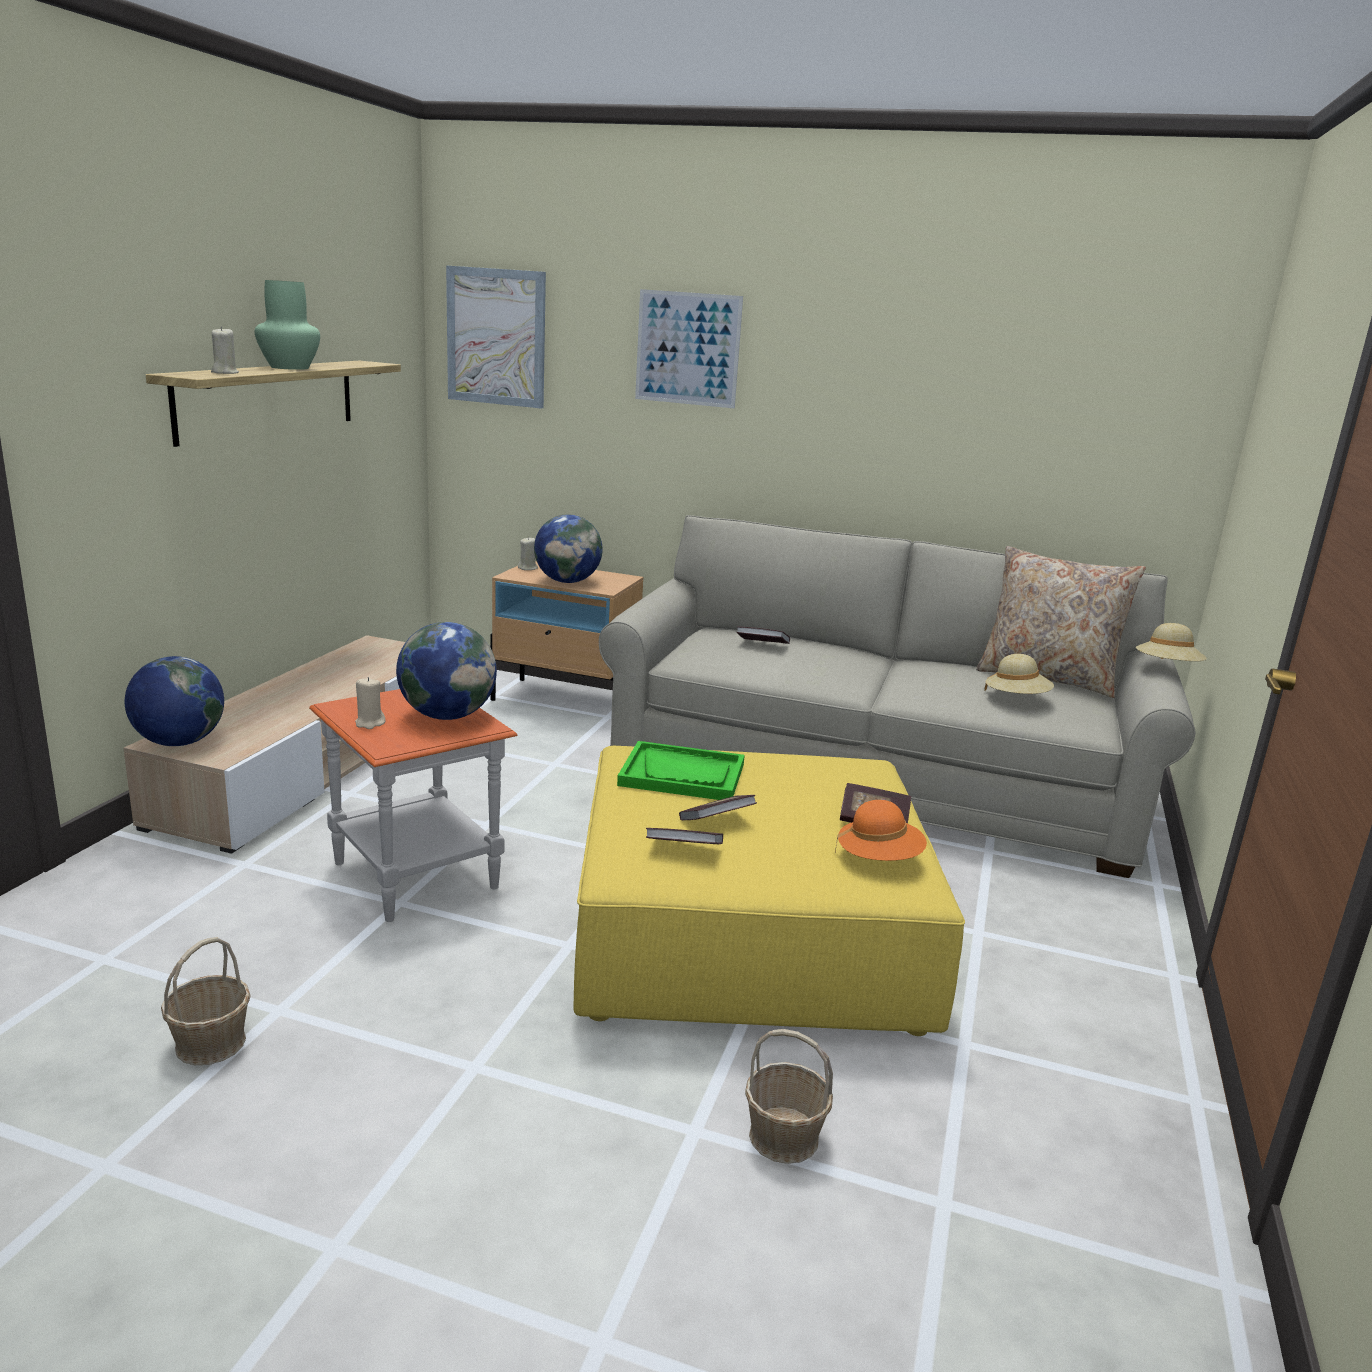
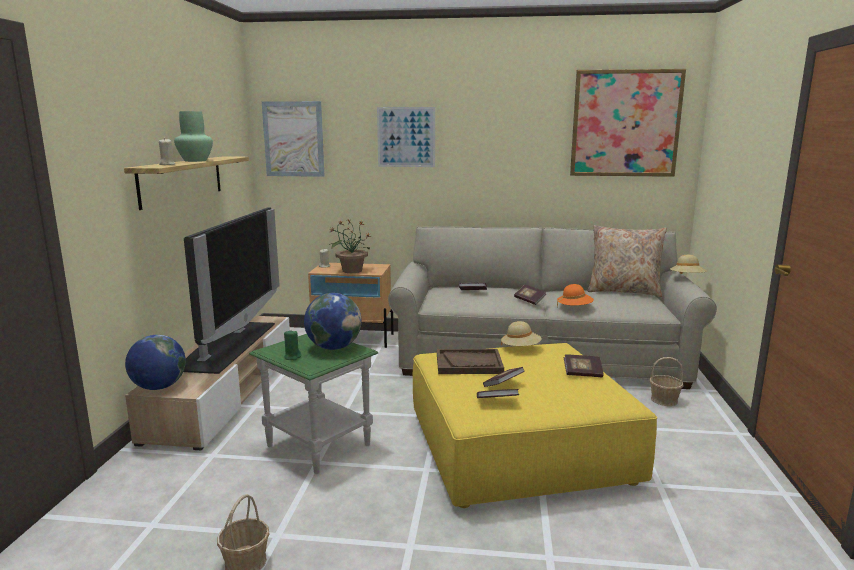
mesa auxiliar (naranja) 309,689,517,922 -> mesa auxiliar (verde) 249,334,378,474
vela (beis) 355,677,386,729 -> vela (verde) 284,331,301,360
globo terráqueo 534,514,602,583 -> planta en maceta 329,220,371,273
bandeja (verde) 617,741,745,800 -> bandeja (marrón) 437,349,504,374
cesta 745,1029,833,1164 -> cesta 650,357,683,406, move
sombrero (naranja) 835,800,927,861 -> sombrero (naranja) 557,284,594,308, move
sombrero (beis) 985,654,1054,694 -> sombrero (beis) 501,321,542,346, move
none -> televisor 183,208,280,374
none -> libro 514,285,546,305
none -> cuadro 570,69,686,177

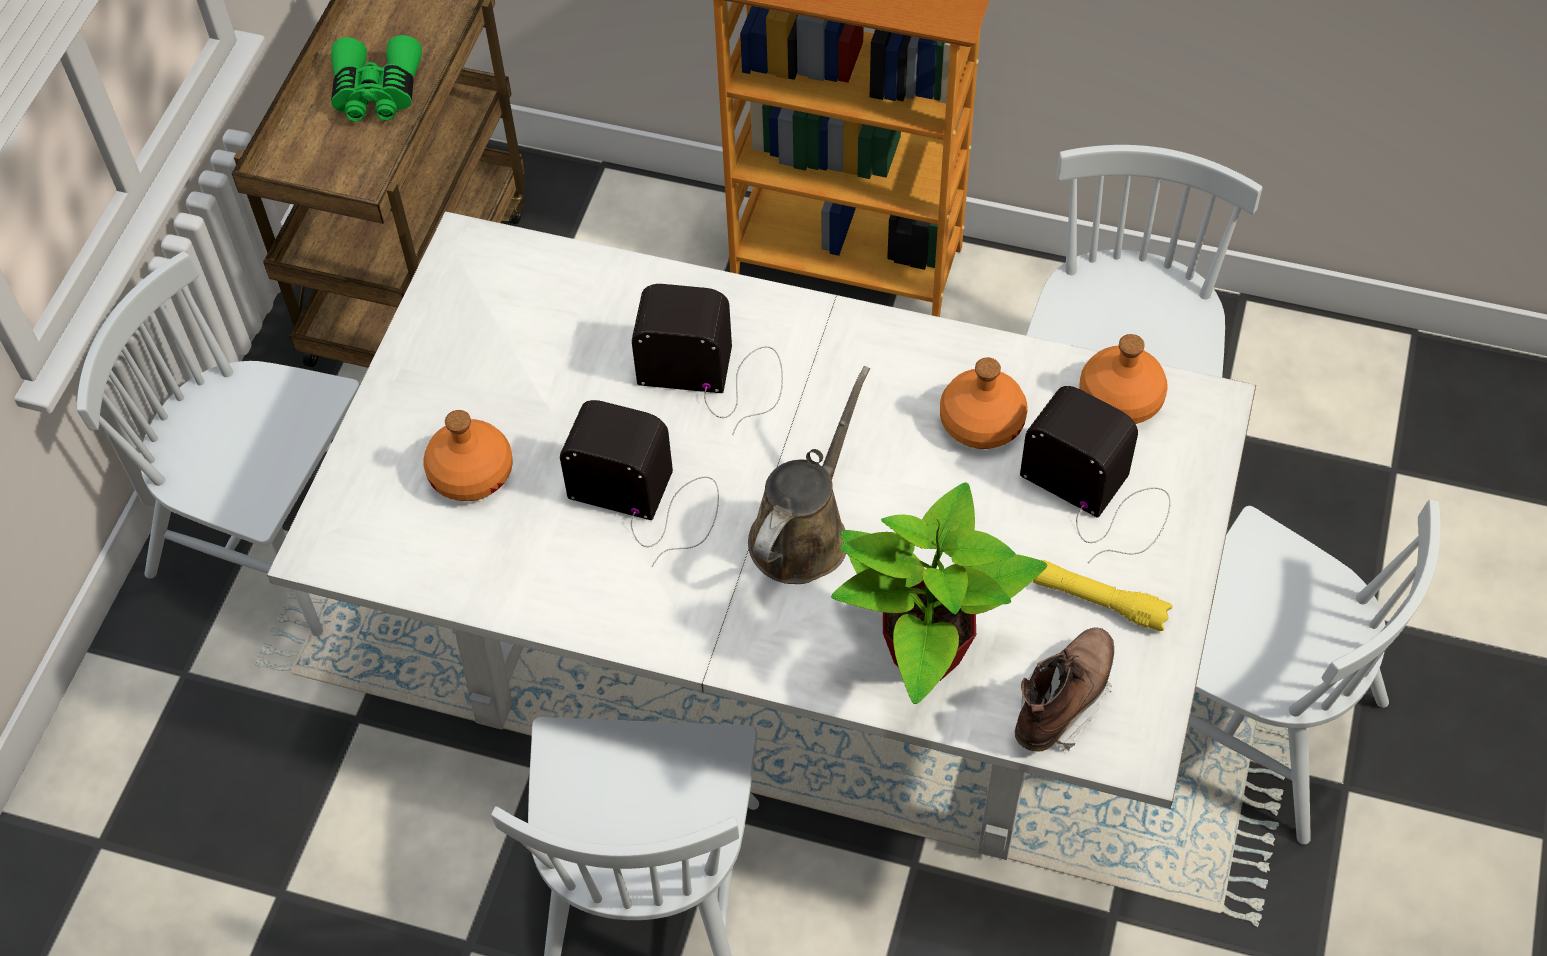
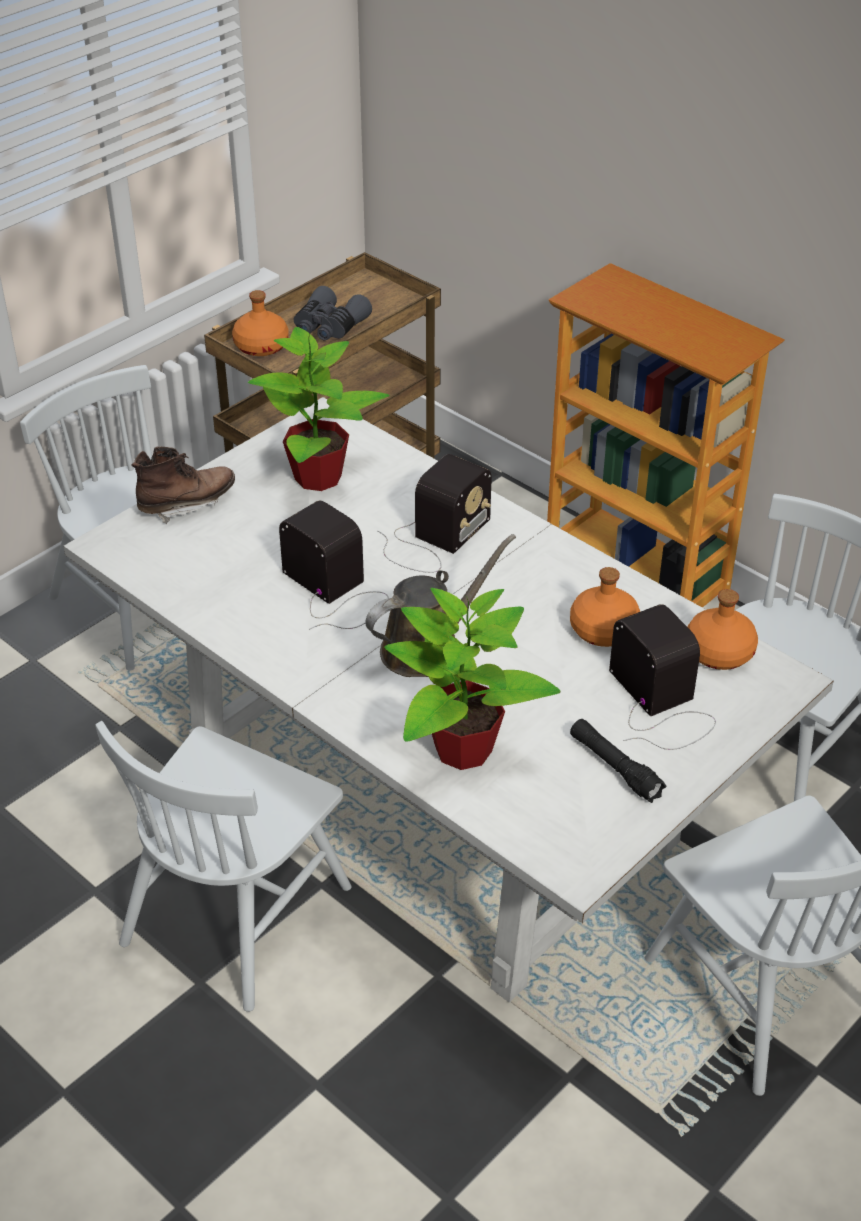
prismáticos (verde) 331,35,422,122 -> prismáticos (gris) 294,286,372,340
botella (naranja) 423,410,513,501 -> botella (naranja) 232,290,289,356, move
radio 632,284,783,435 -> radio 377,454,492,573, 90 degrees clockwise
bota (marrón) 1015,627,1114,752 -> bota (marrón) 131,446,235,524, move
linterna (amarillo) 1033,560,1173,631 -> linterna (negro) 570,719,666,803
none -> planta en maceta 248,327,390,491

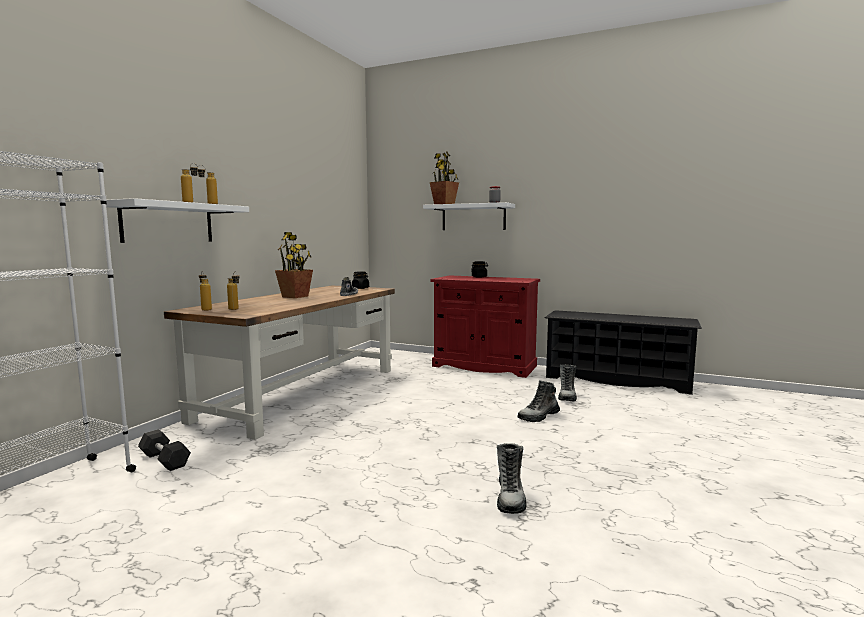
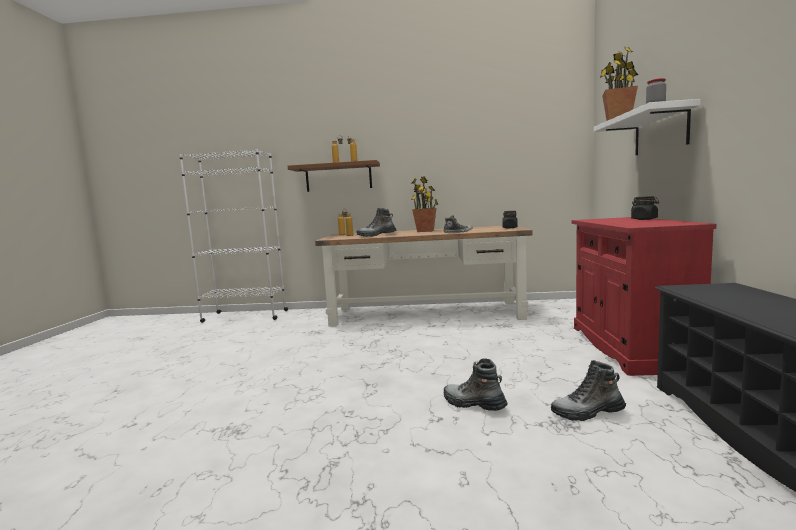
estante (blanco) 106,198,249,243 -> estante (marrón) 288,160,380,192
mancuerna (gris) 138,429,191,471 -> none
bota 497,443,527,514 -> bota 357,208,396,237, move

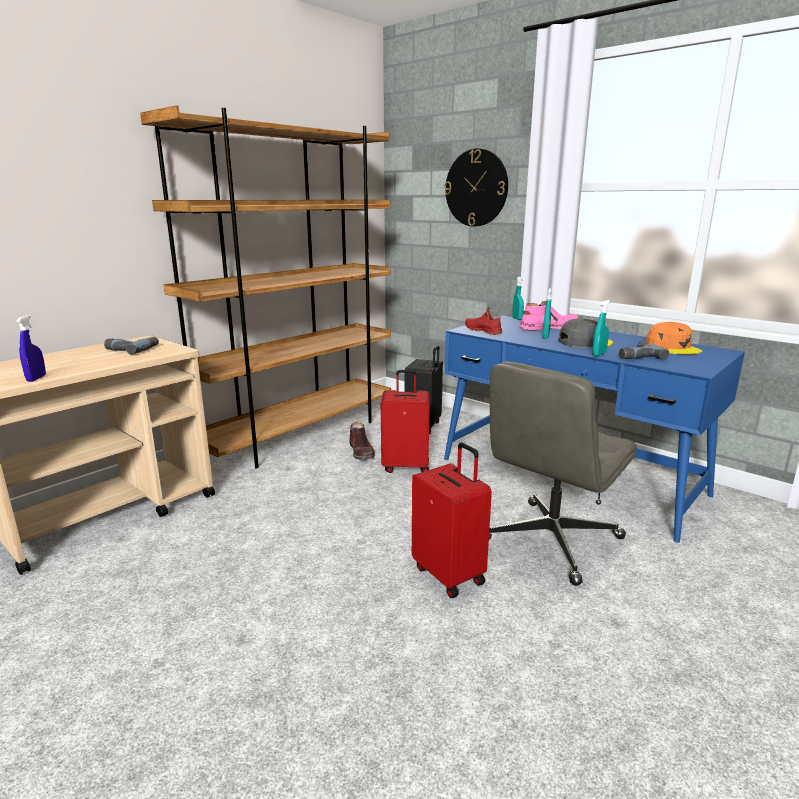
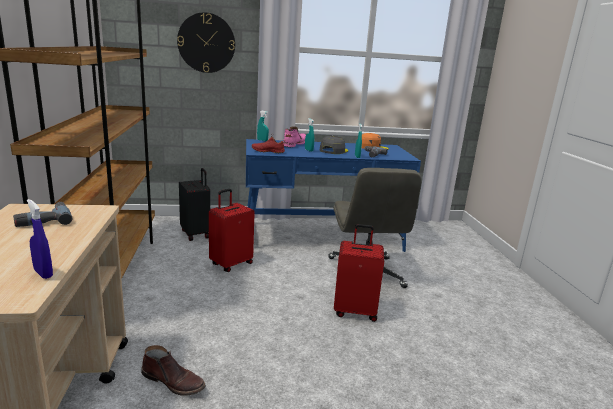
bota (marrón) 349,422,375,459 -> bota (marrón) 141,345,206,396, move

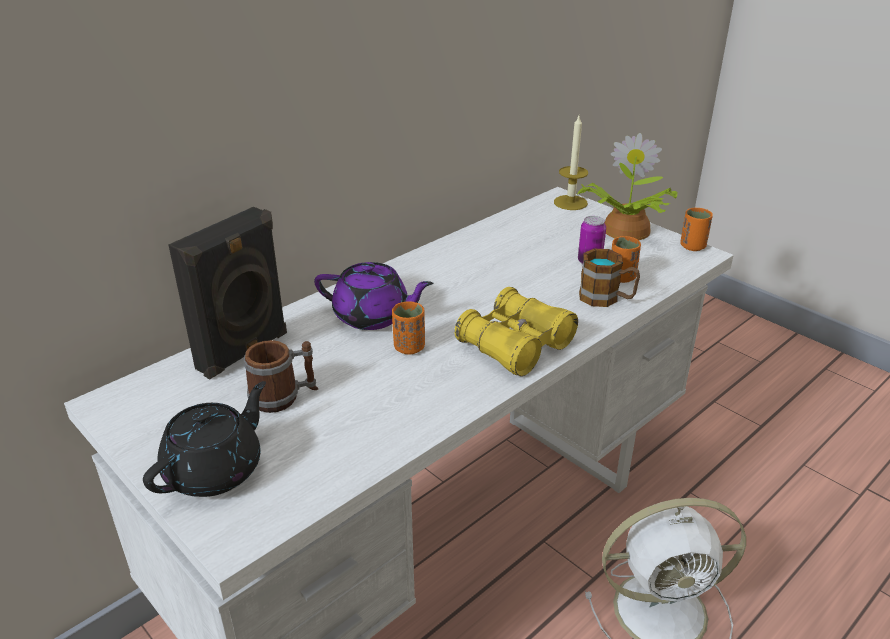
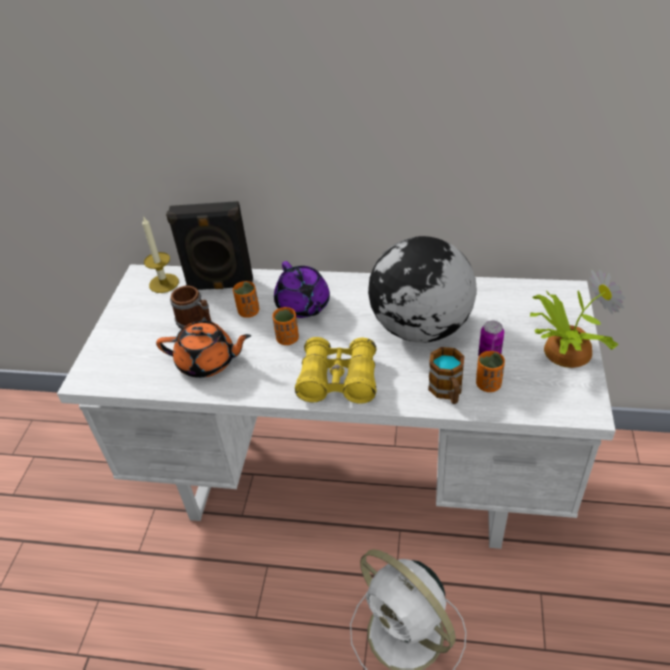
tetera (negro) 143,381,266,497 -> none
vela 554,116,588,210 -> vela 142,215,179,293, move
taza (naranja) 680,208,713,251 -> taza (naranja) 233,281,259,318, move
none -> tetera (naranja) 156,321,251,378
none -> globo terráqueo 368,236,477,343

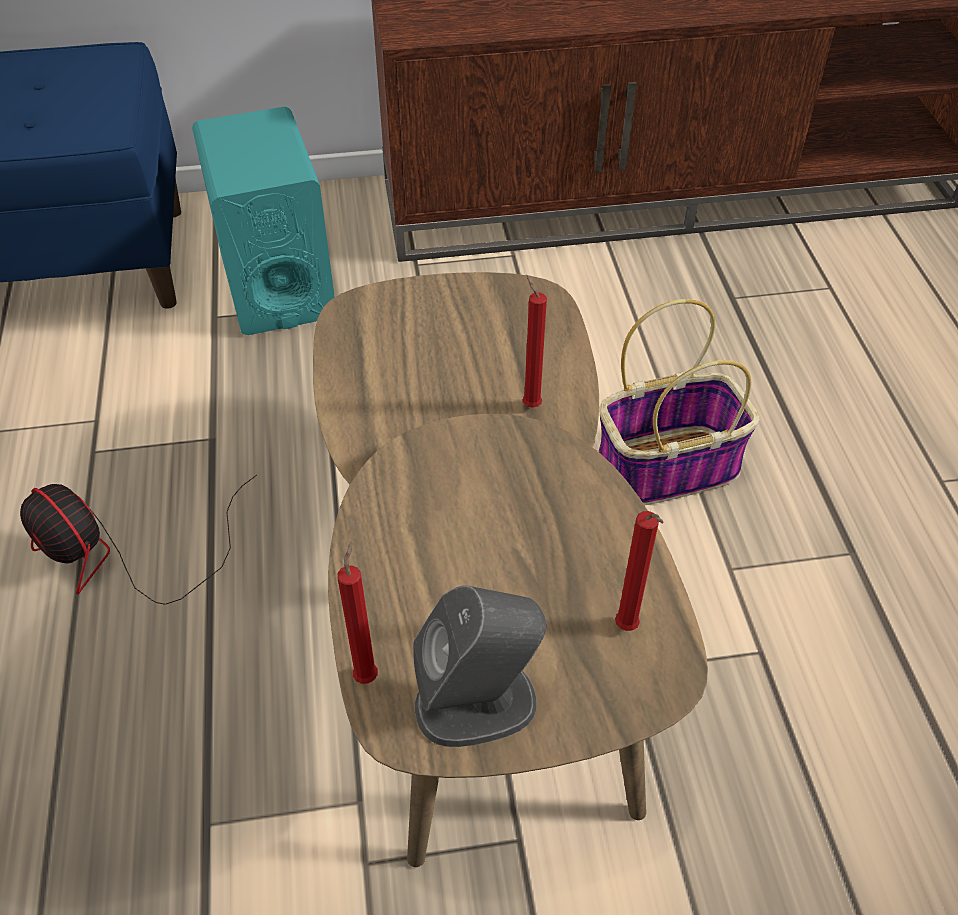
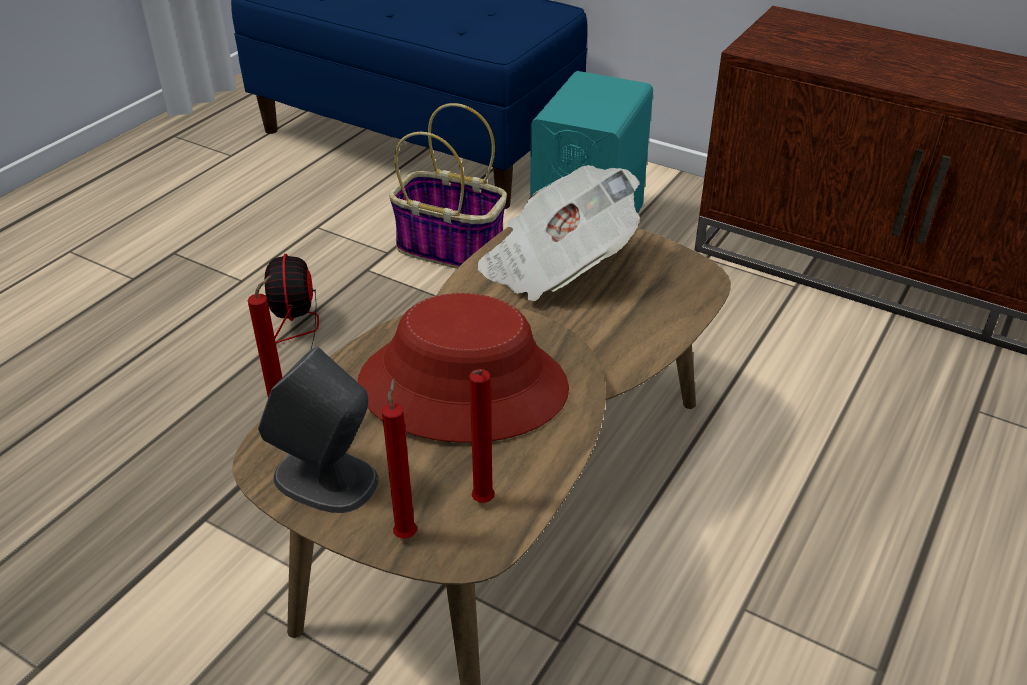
vela (rojo) 522,275,547,408 -> vela (rojo) 382,379,417,539, move
cesta 599,299,760,505 -> cesta 389,103,507,269, move
none -> sombrero (rojo) 358,293,569,443
none -> periódico 478,165,640,301

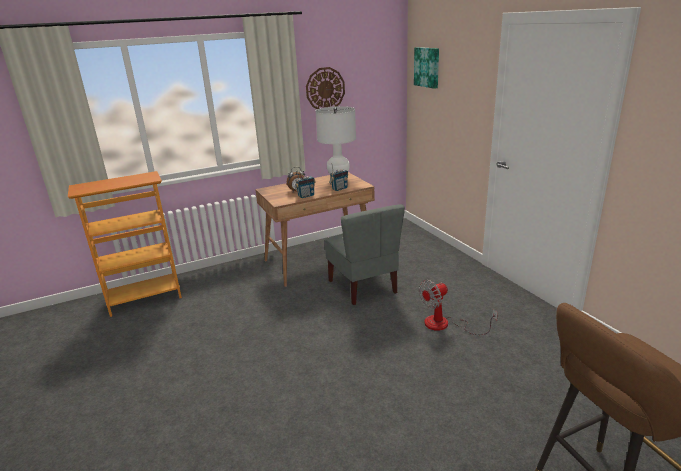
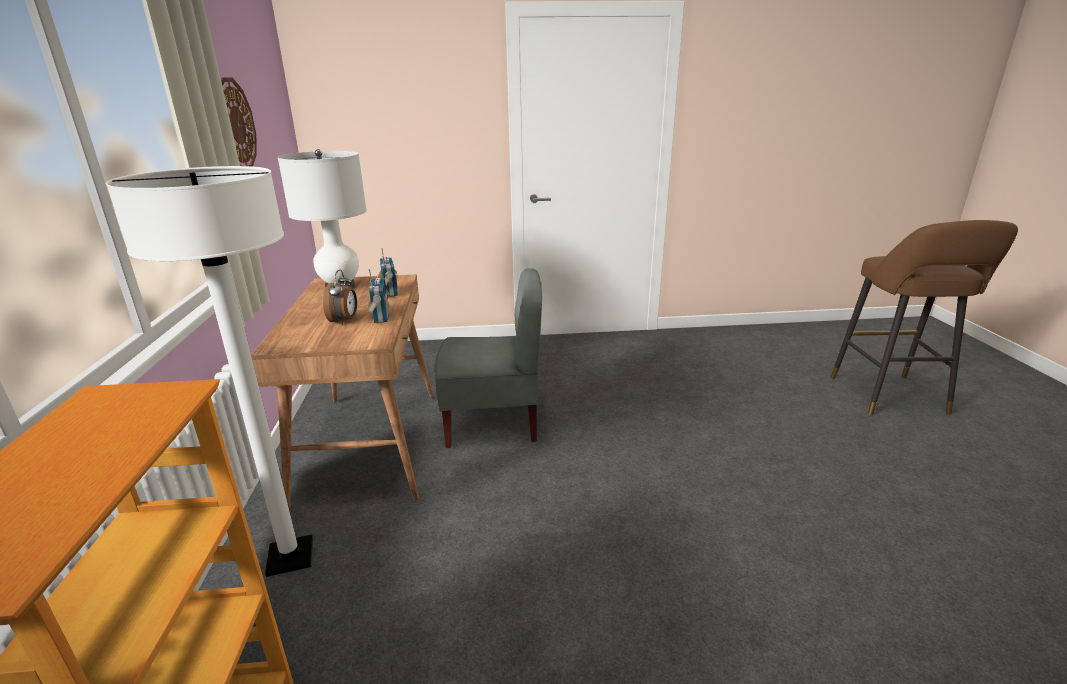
cuadro 414,47,439,89 -> none
ventilador 419,280,498,335 -> none
none -> lámpara de pie (blanco) 106,166,313,577

